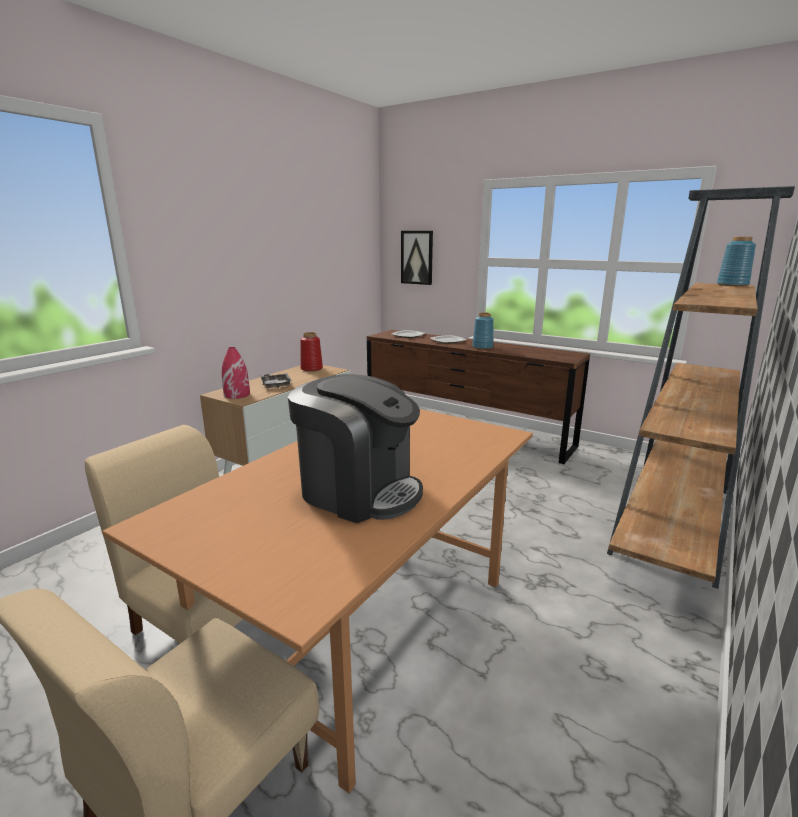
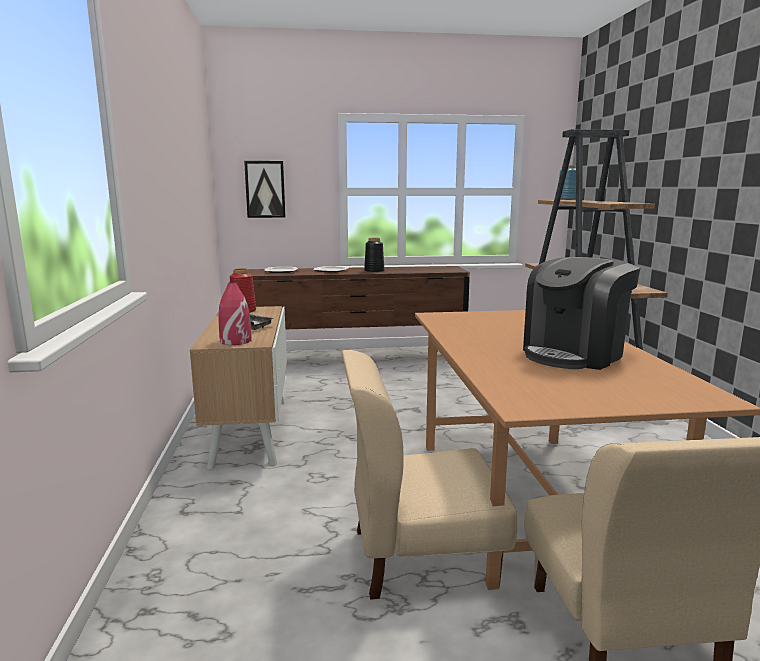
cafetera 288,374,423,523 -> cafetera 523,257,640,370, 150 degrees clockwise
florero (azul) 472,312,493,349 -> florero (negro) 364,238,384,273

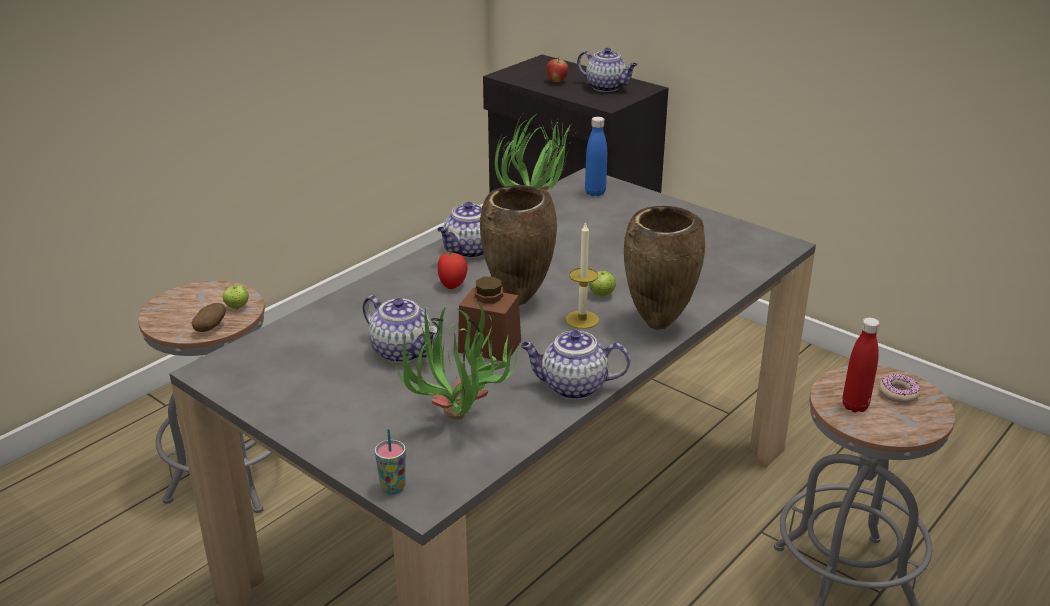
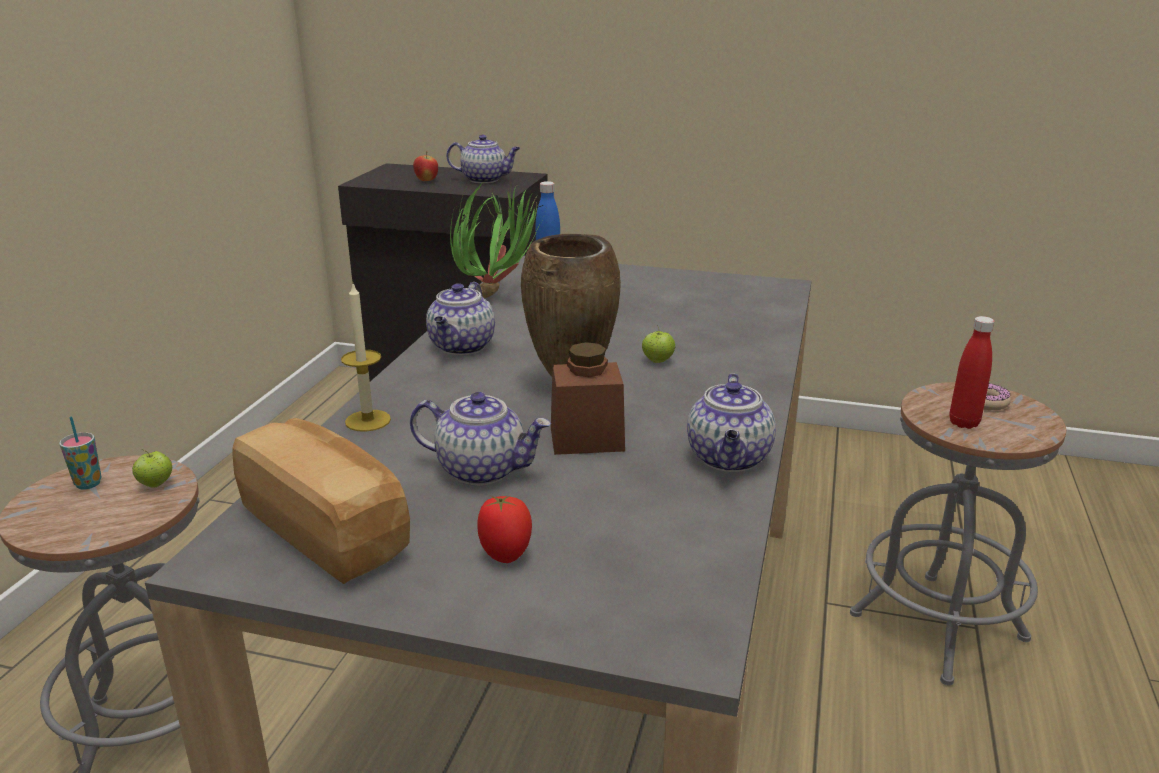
patata 192,303,226,332 -> none
taza 375,428,406,495 -> taza 59,417,101,489, move
planta en maceta 393,299,522,420 -> none
tomate 438,251,468,289 -> tomate 477,496,532,563, move
tetera 520,330,630,399 -> tetera 687,373,776,472, 60 degrees counterclockwise
vela 566,221,599,329 -> vela 341,284,391,432, move
florero (marrón) 624,206,705,330 -> none
none -> pan 232,418,410,584

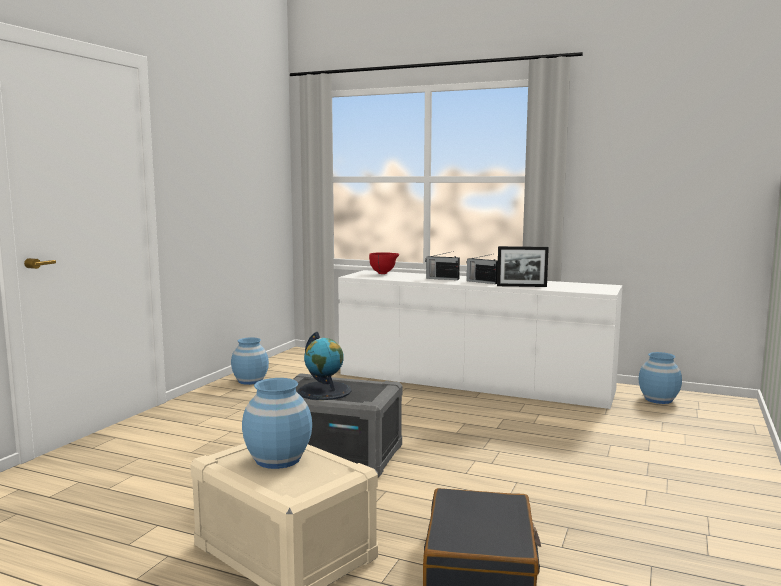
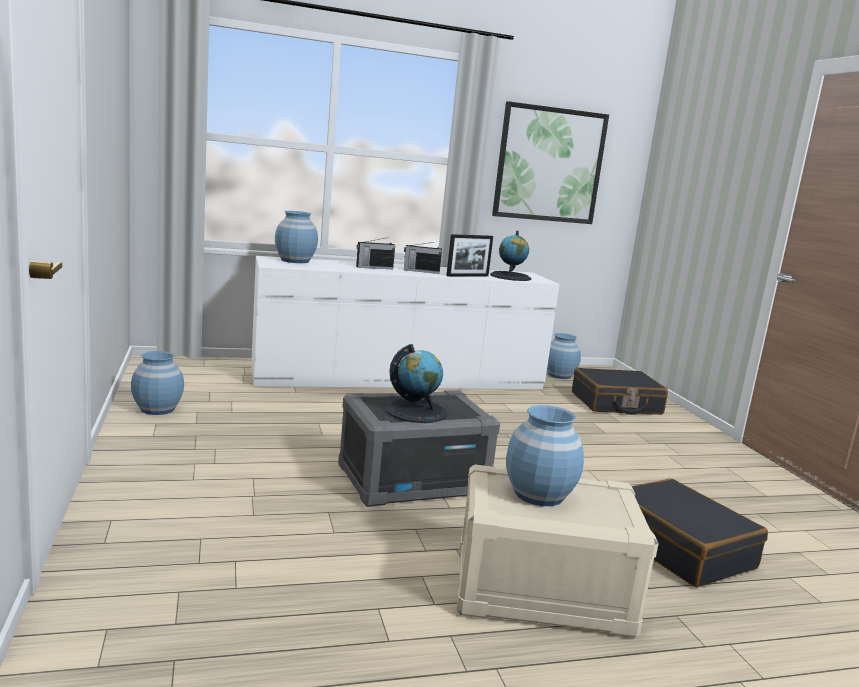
cuenco (rojo) 369,252,399,274 -> florero (azul) 275,211,318,263
none -> globo terráqueo 490,231,531,281
none -> cuadro 492,101,609,224
none -> maleta (negro) 572,368,668,415

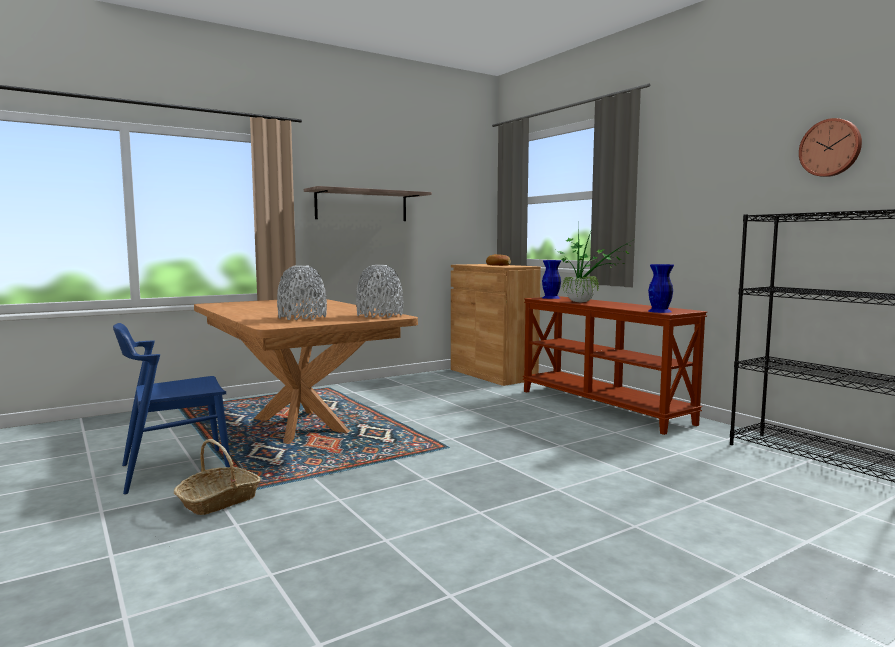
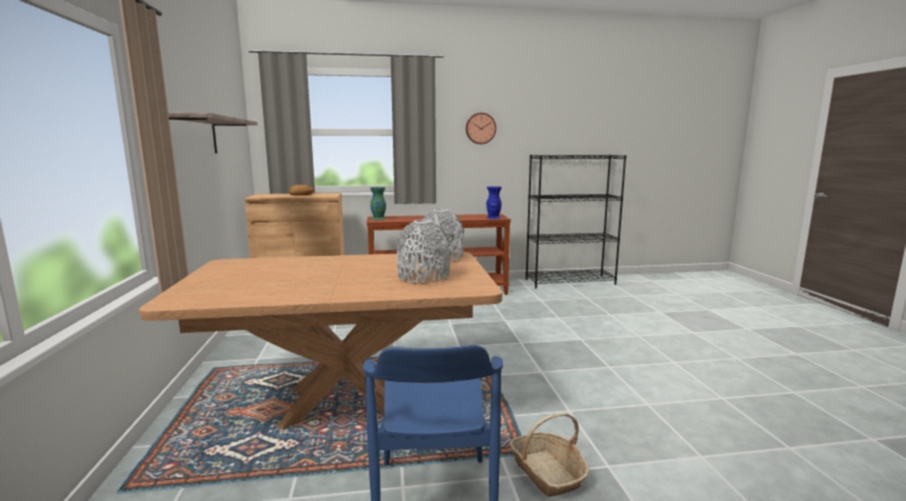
florero (azul) 542,260,561,299 -> florero (verde) 370,187,386,220
planta en maceta 556,227,633,302 -> none
reloj de pared 799,118,862,177 -> reloj de pared 466,113,496,144, move

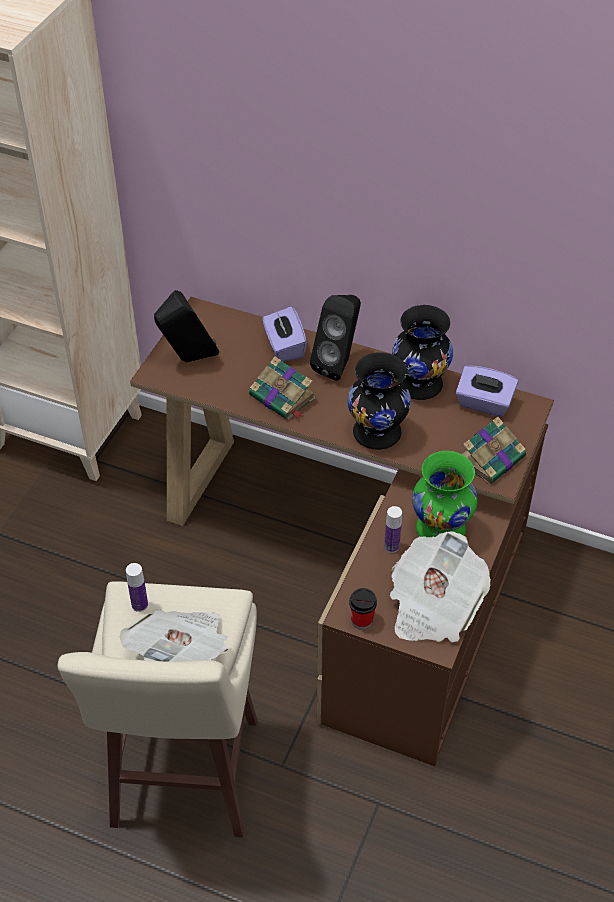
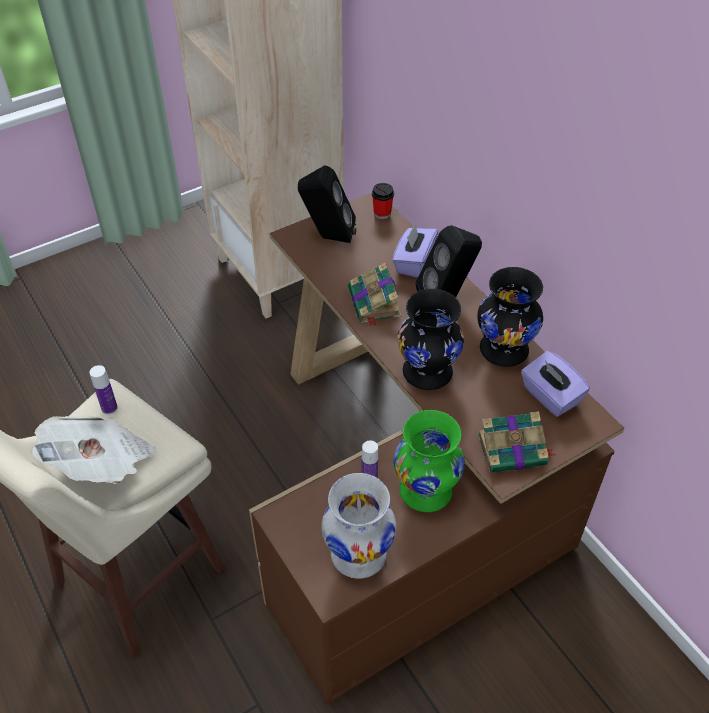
taza 349,588,377,629 -> taza 372,183,394,219, move
periódico 390,531,491,643 -> florero (blanco) 321,473,396,579

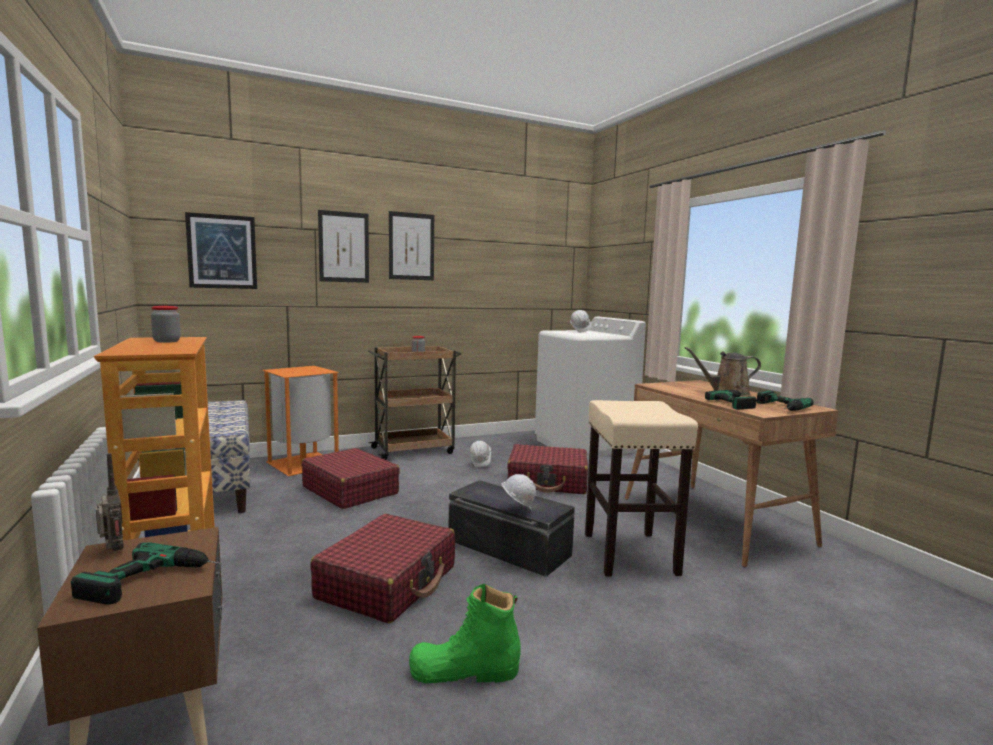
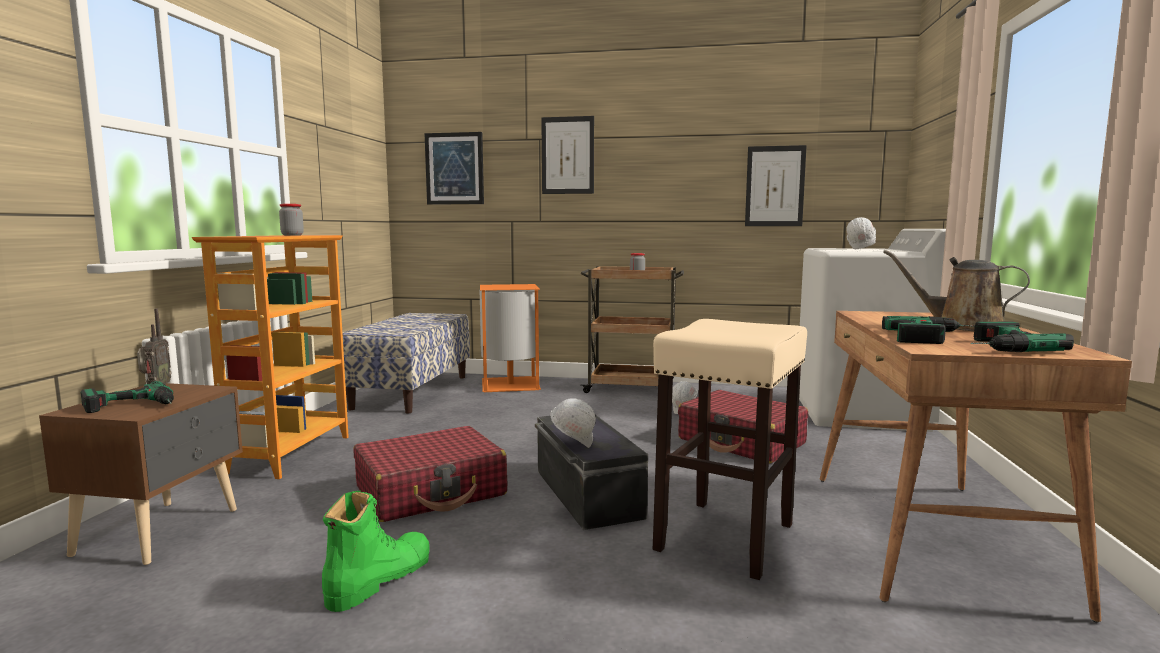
maleta (rojo) 301,448,400,509 -> none
cuadro 389,211,434,280 -> cuadro 745,145,807,226, move
bota (verde) 409,584,521,683 -> bota (verde) 322,491,430,612, 90 degrees clockwise

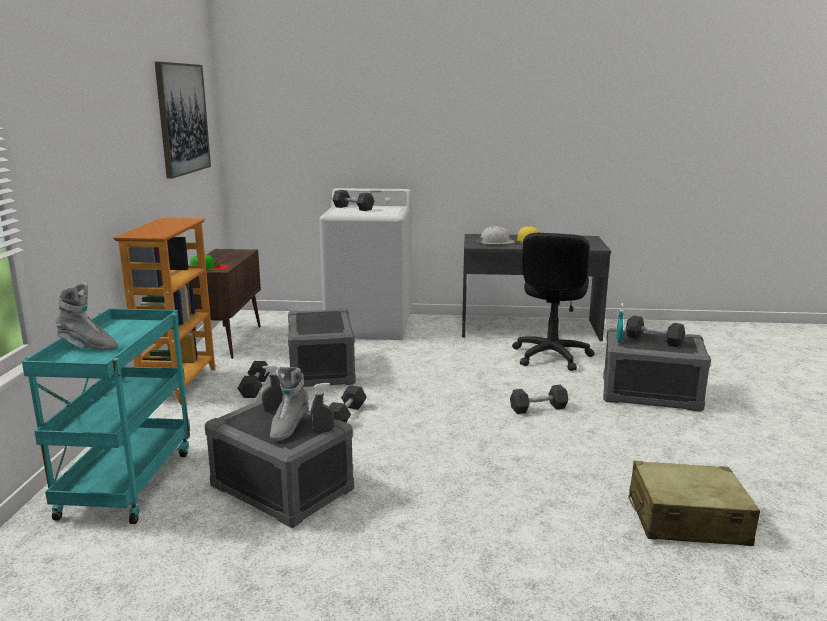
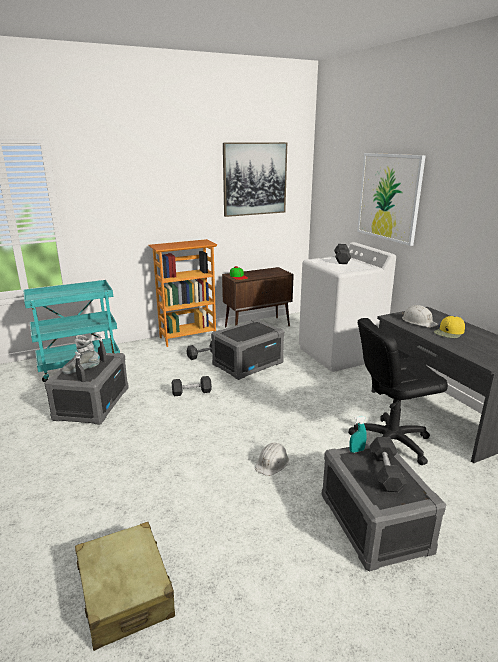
bota (gris) 55,283,118,351 -> none
mancuerna (gris) 510,385,568,414 -> casco (blanco) 255,443,289,476
none -> cuadro 357,153,426,246

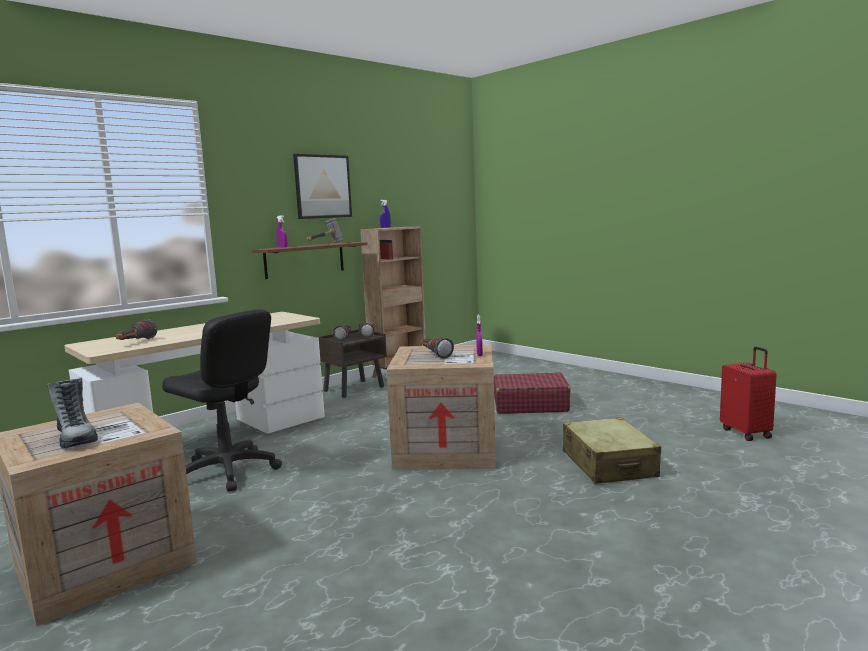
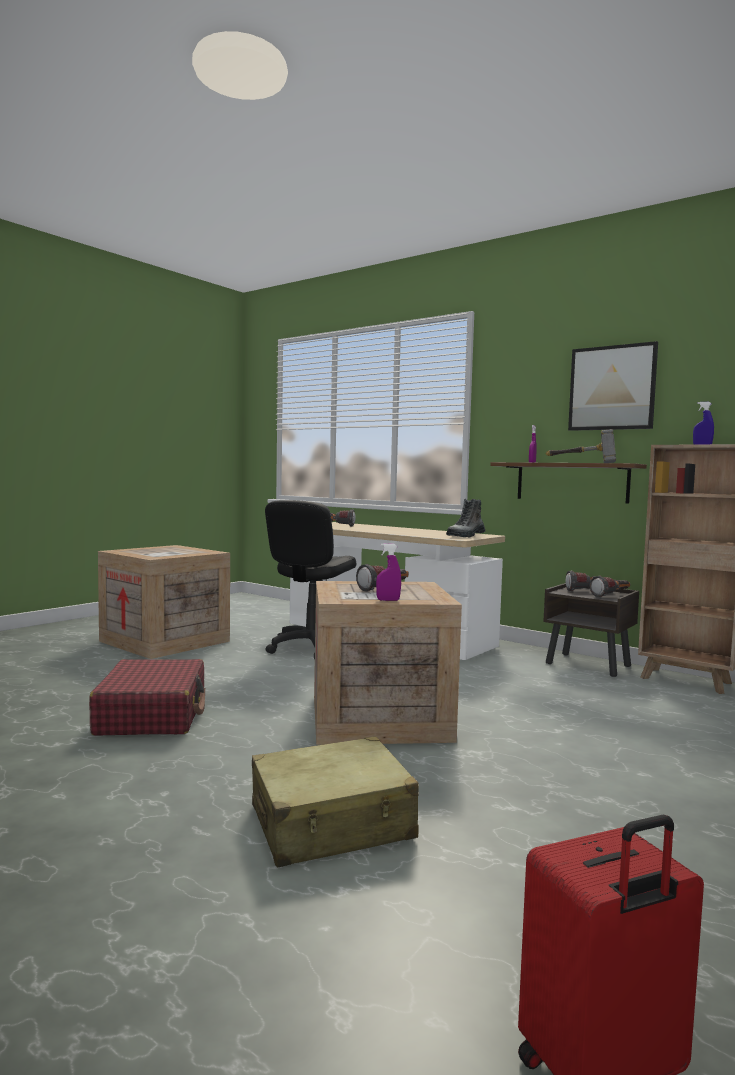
bota 47,378,98,448 -> bota 446,499,486,538, move
maleta (rojo) 494,372,571,414 -> maleta (rojo) 89,659,205,735, move

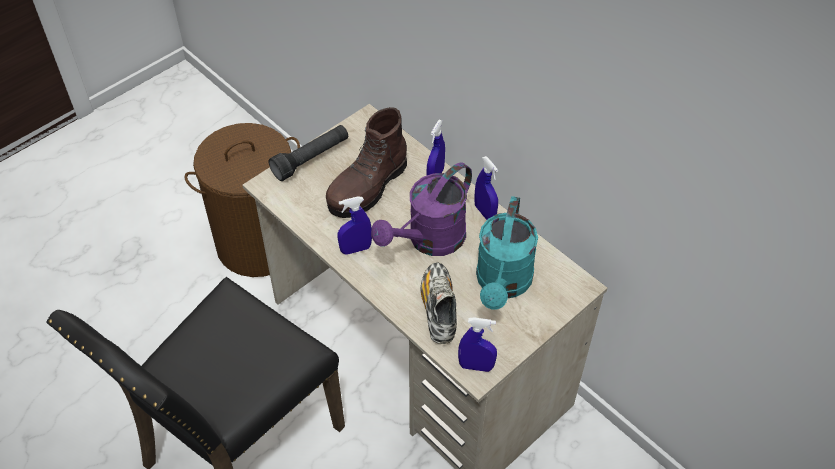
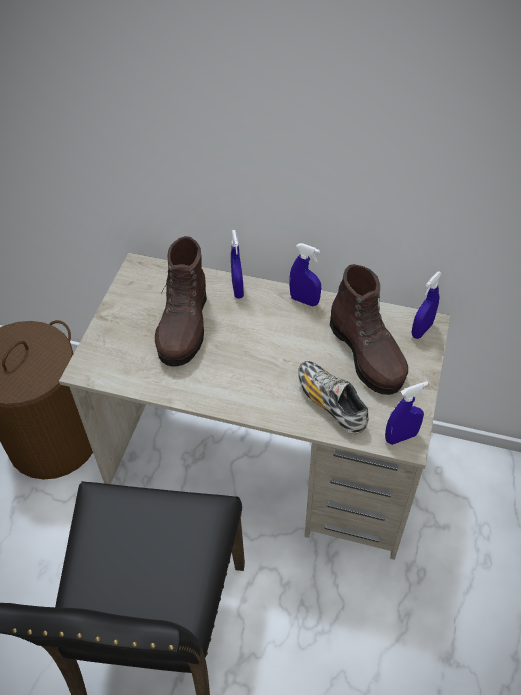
linterna (negro) 269,125,348,181 -> none
pulverizador (azul) 338,196,372,255 -> pulverizador (azul) 412,271,442,339, move
regadera (morado) 371,163,472,256 -> none
regadera (turquesa) 476,196,538,310 -> bota (marrón) 330,264,408,395

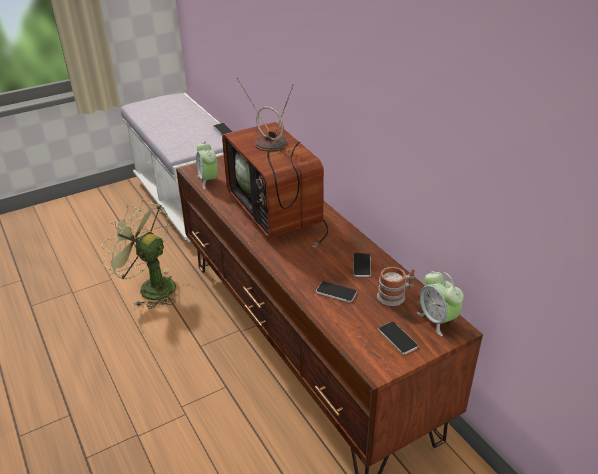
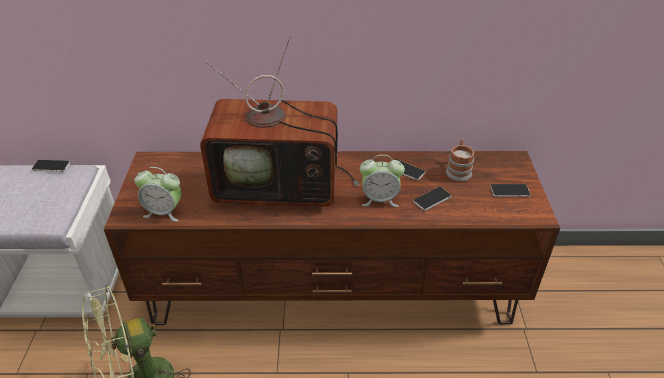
despertador 417,271,464,336 -> despertador 360,155,405,207, move

